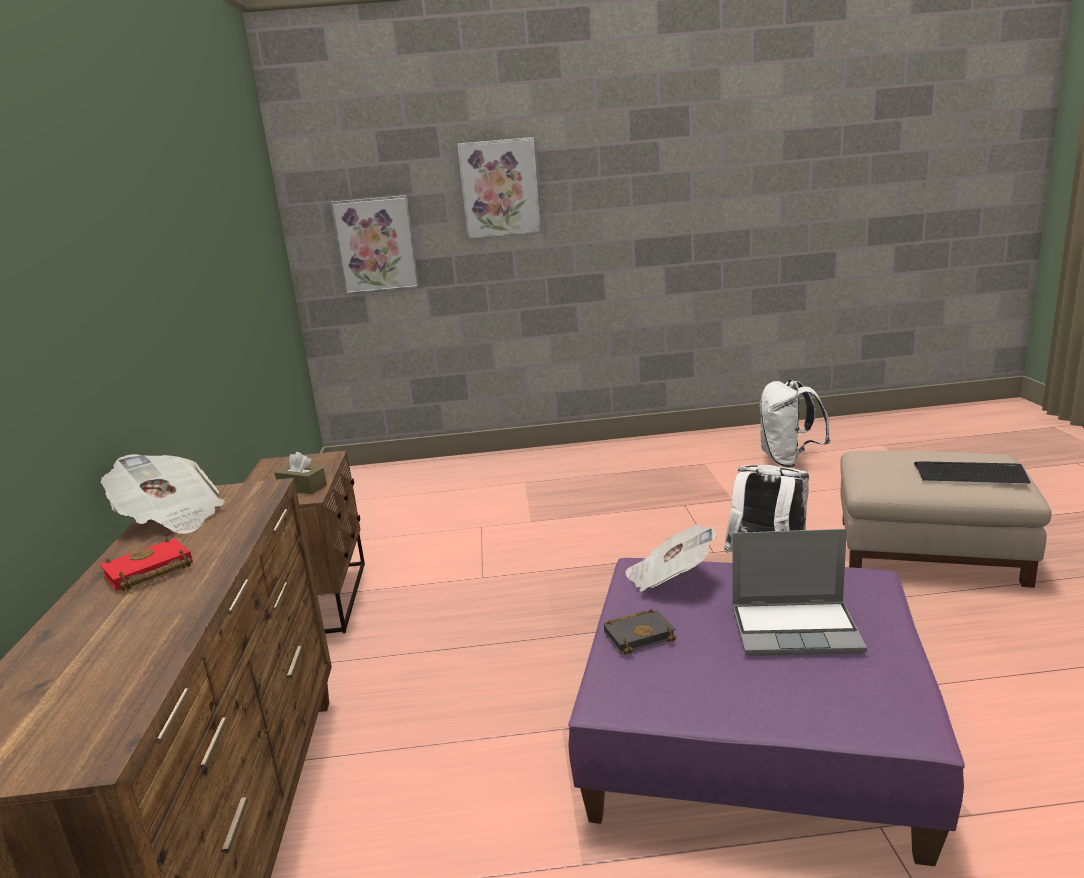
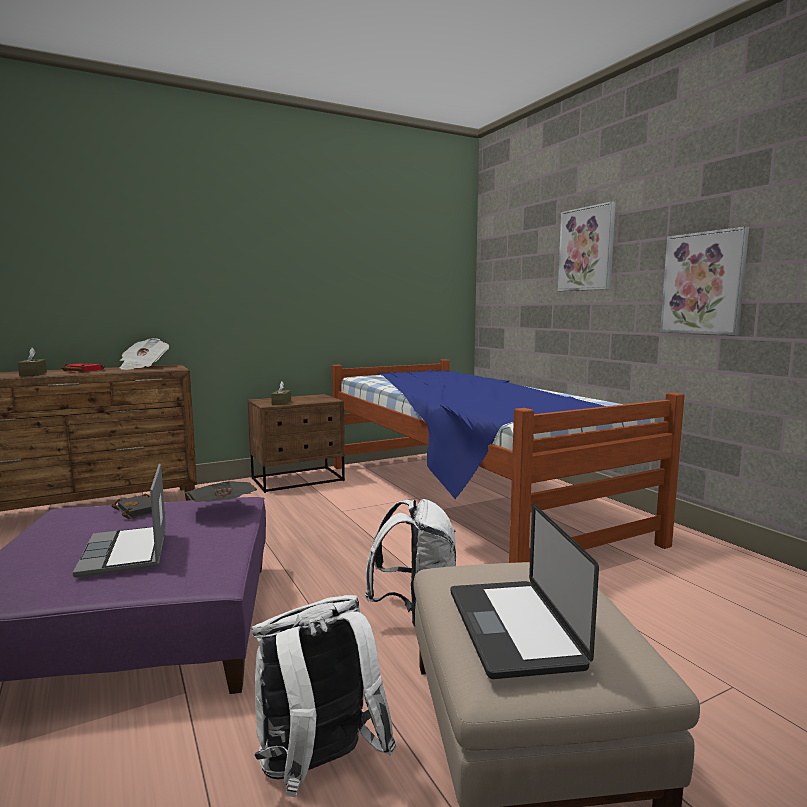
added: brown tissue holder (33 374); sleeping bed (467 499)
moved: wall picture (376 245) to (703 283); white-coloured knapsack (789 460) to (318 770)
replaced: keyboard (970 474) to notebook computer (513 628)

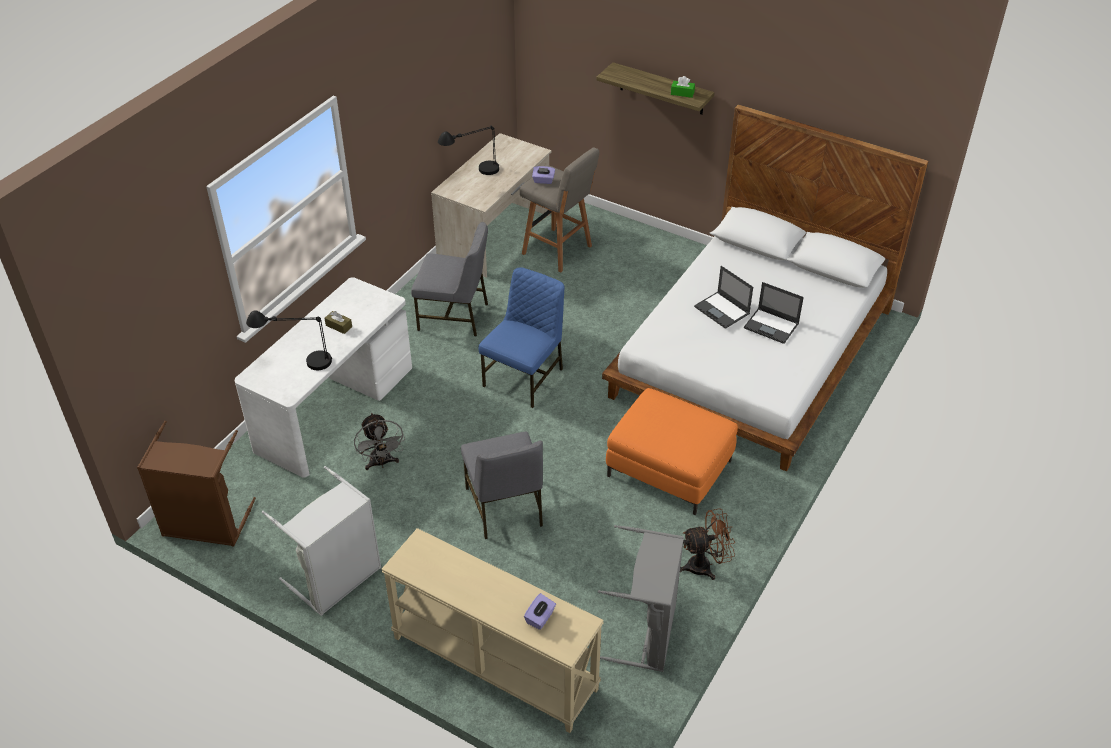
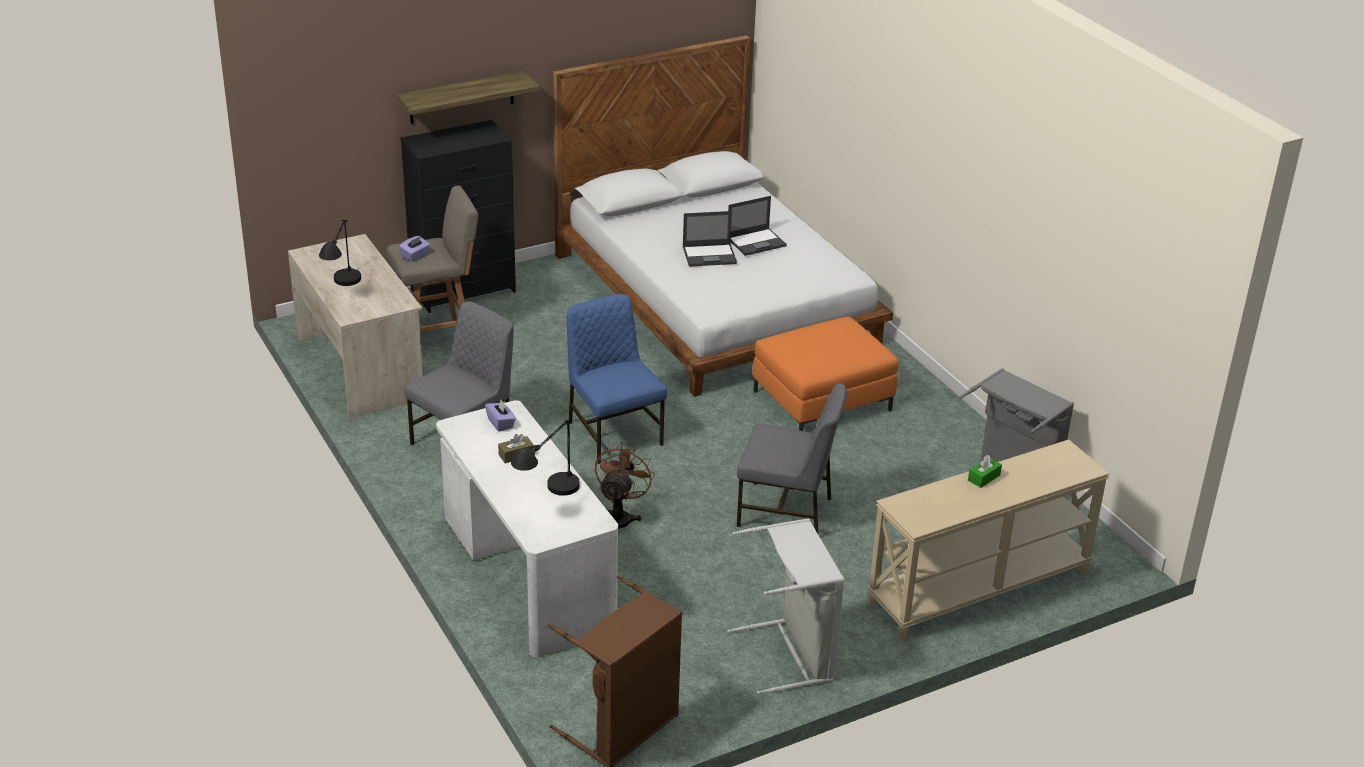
removed: grey electric fan (381 463)
added: blackish dresser (464 290)
moved: purple-coloured tissue holder (540 618) to (501 423); greenish tissue holder (682 93) to (984 478); brown electric fan (705 565) to (620 517)

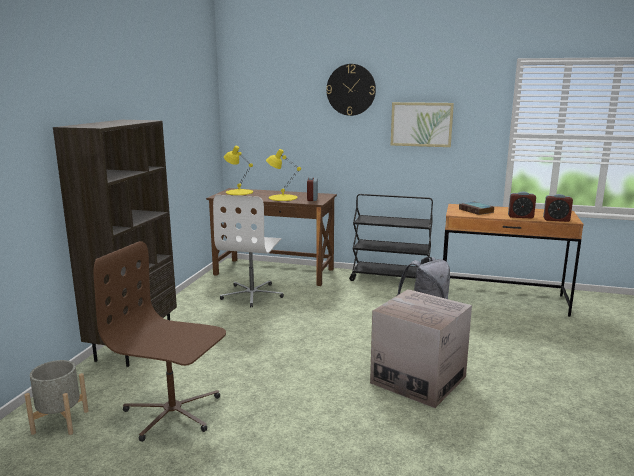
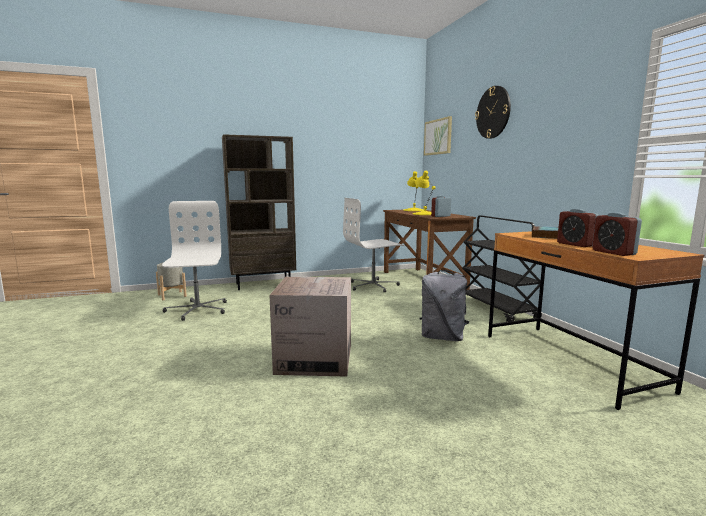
moved: wall picture (421 124) to (438 137)
recoloured: brown desk chair (172 413) to white-coloured desk chair (197 310)

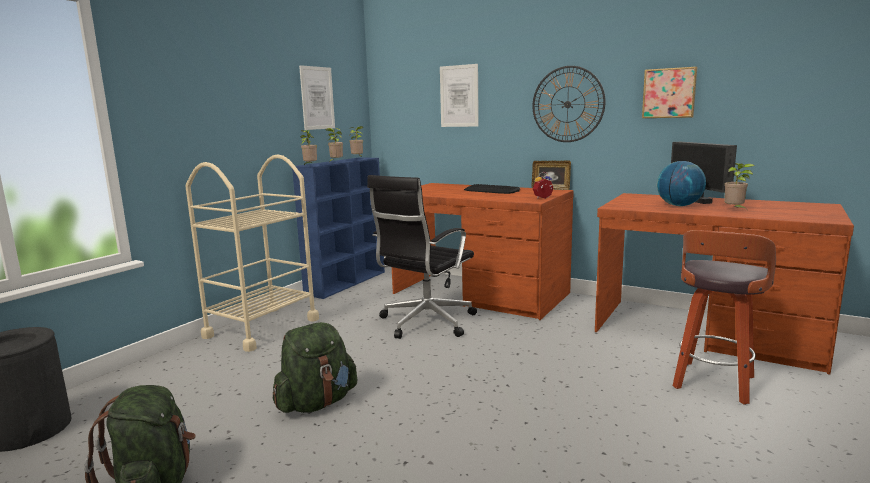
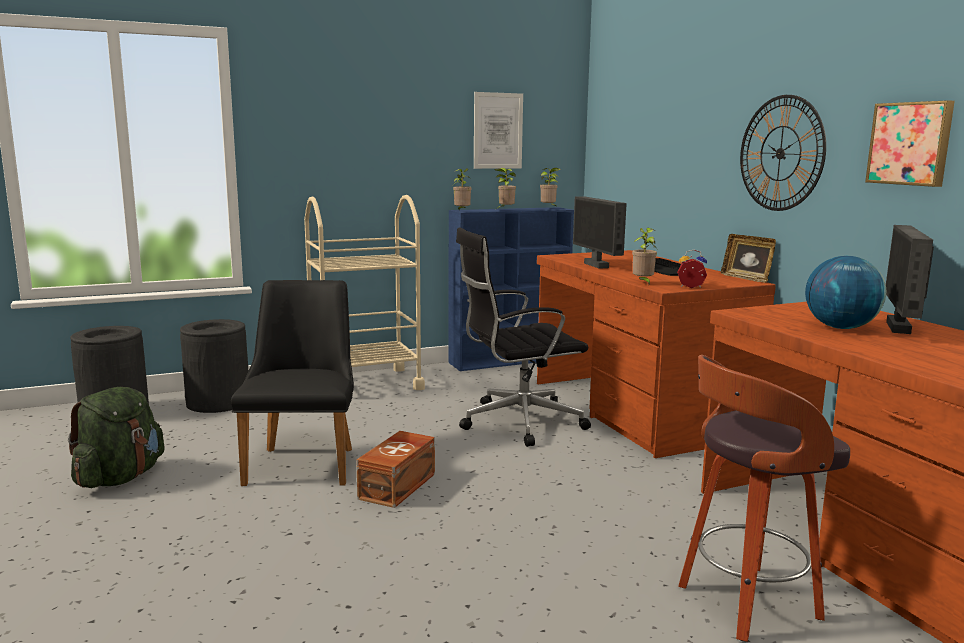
removed: wall picture (459 96)
added: blackish rubbish bin (218 402); brown storage bin (399 486); computer screen (597 265)
moved: houseplant (735 210) to (643 283)
replaced: greenish knapsack (317 403) to blackish upright chair (304 461)

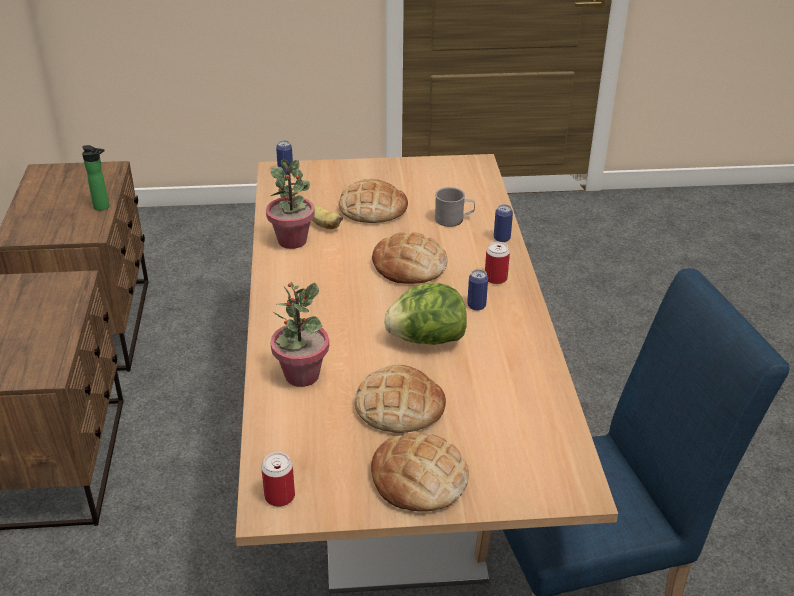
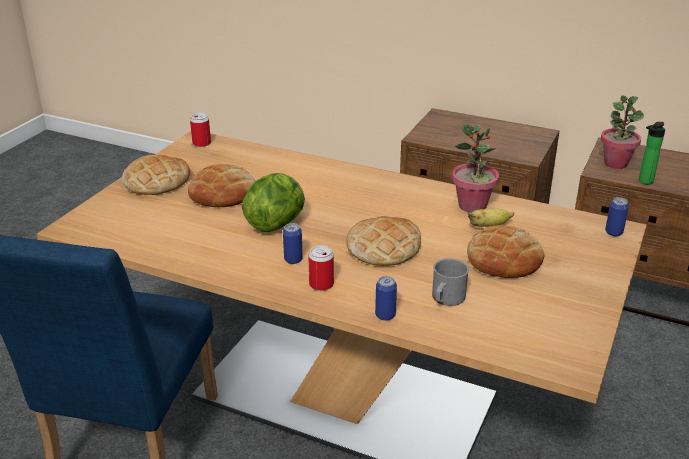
moved: houseplant (301 375) to (616 163)

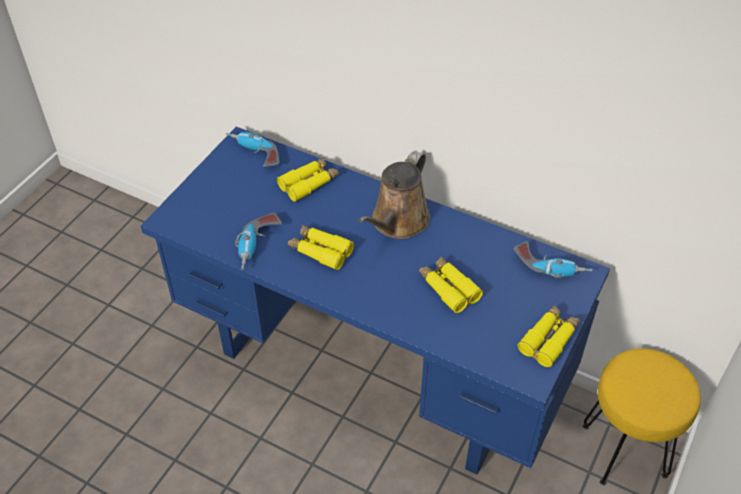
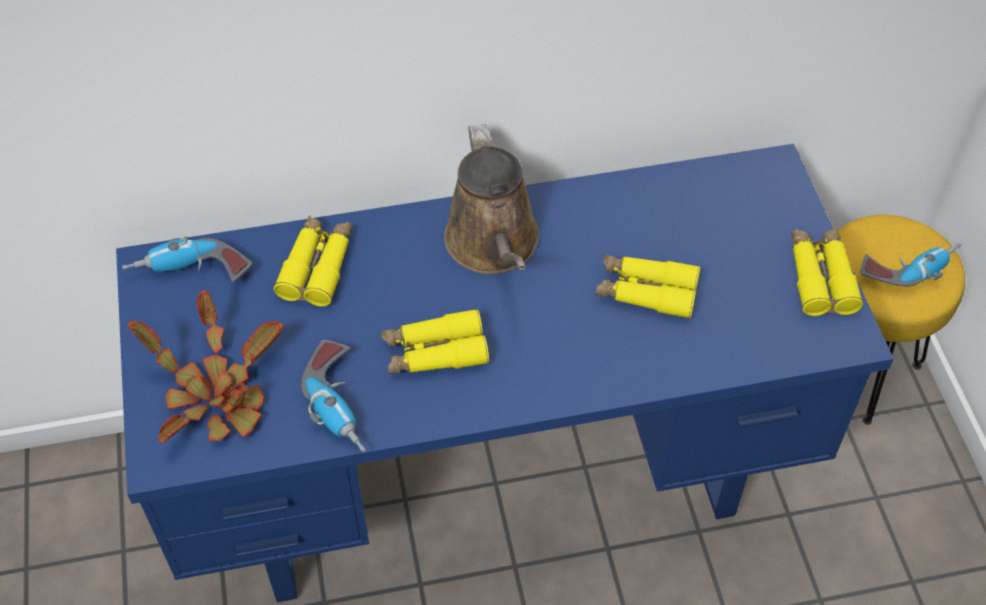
added: houseplant (216 394)
moved: drill (550 266) to (908 268)

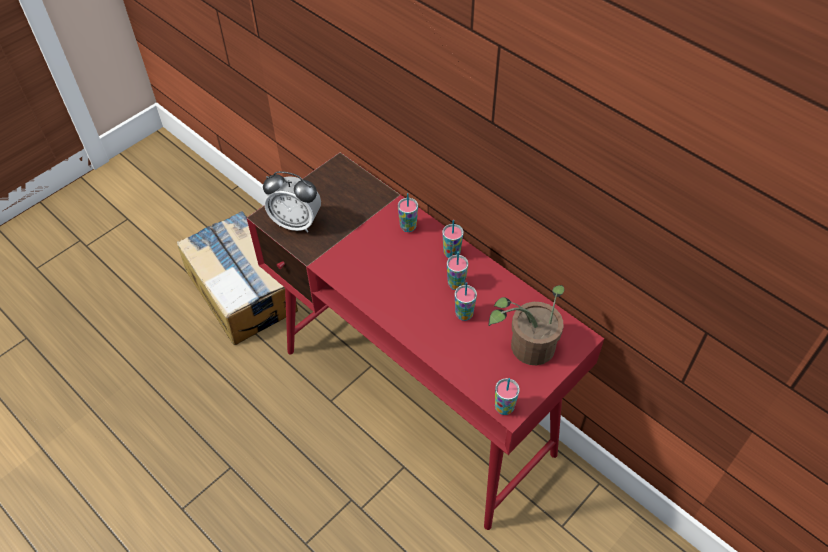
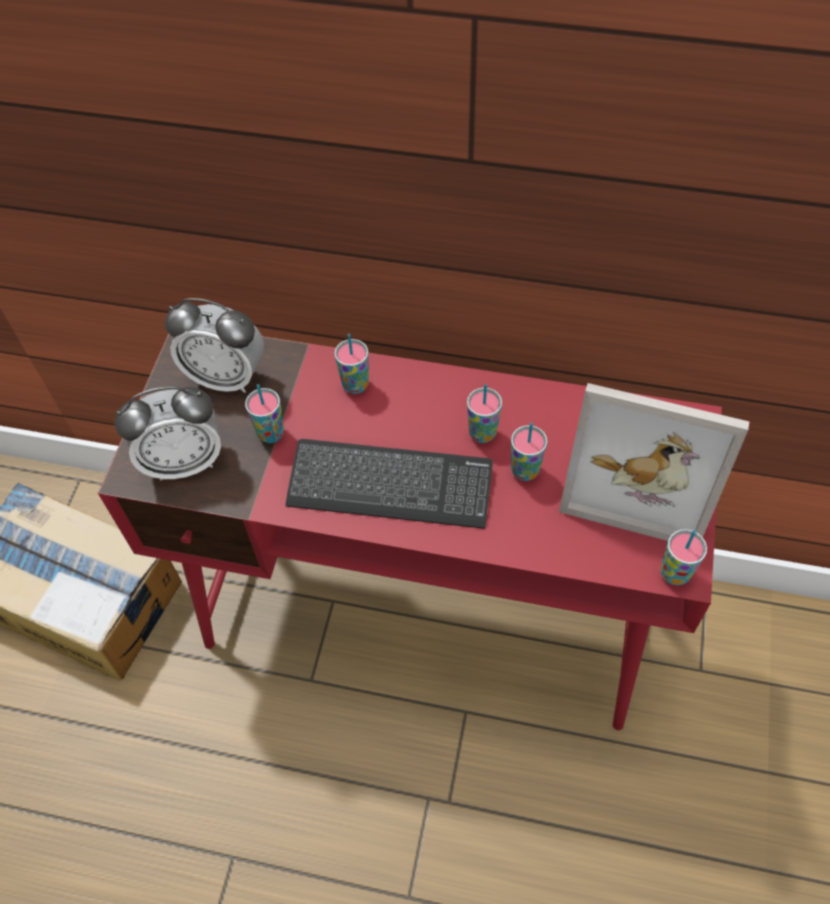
added: table clock (226 377); keyboard (390 486)
moved: cup (452 253) to (271 433)
replaced: houseplant (526 349) to photo frame (640 474)

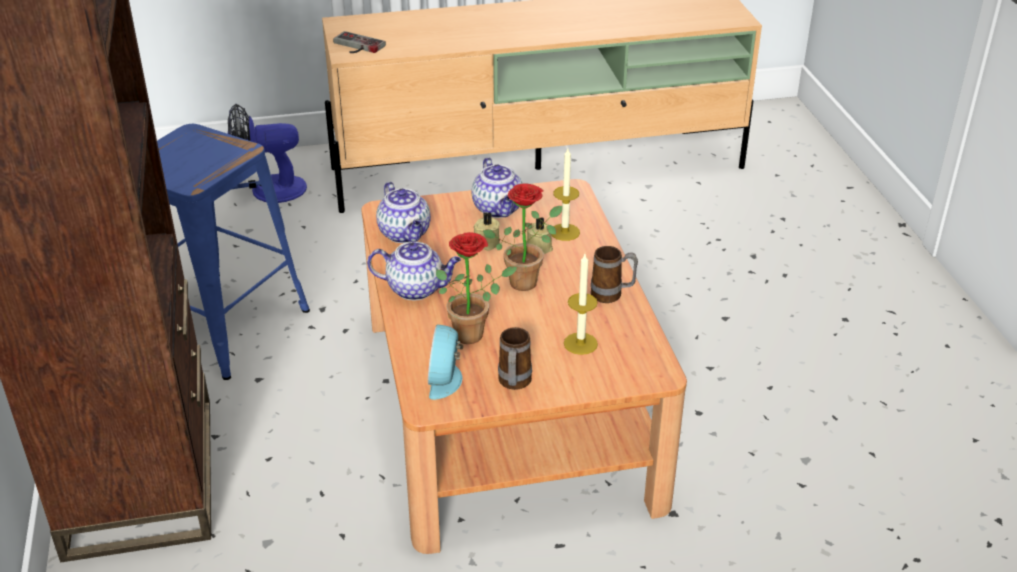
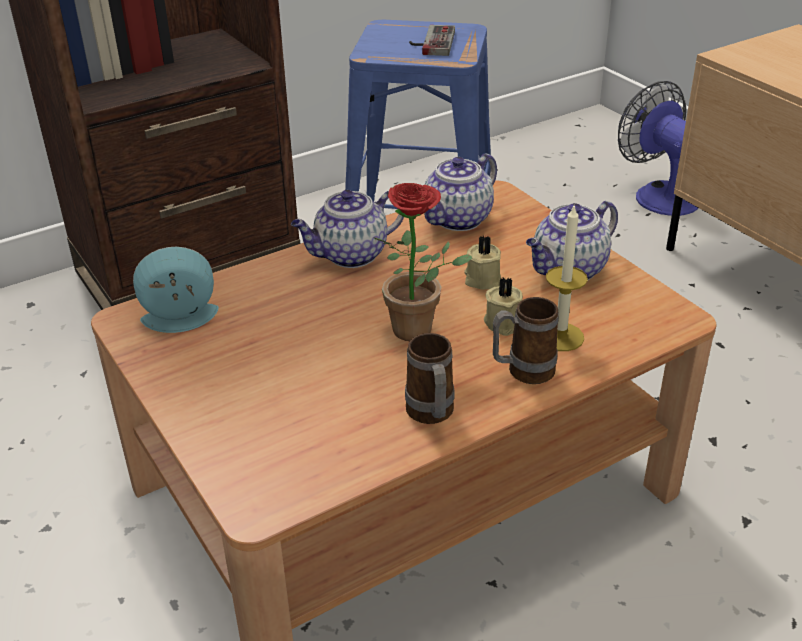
removed: houseplant (474 333); wax candle (580 343)
moved: game controller (356 46) to (430 42); coffee mug (513 384) to (522 372)
turned: teapot (416 289) = (350 255) 75 degrees clockwise

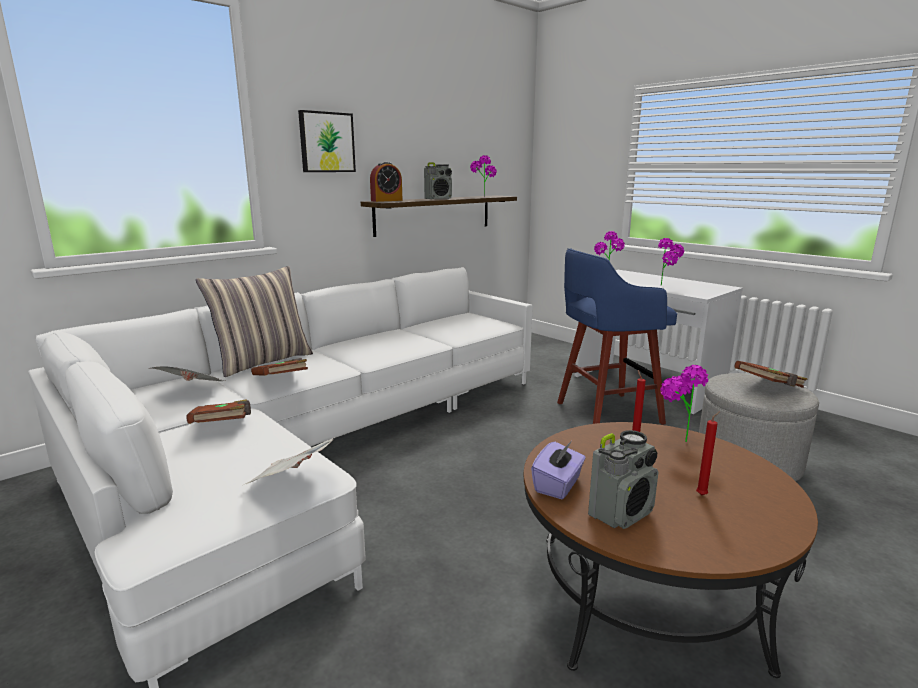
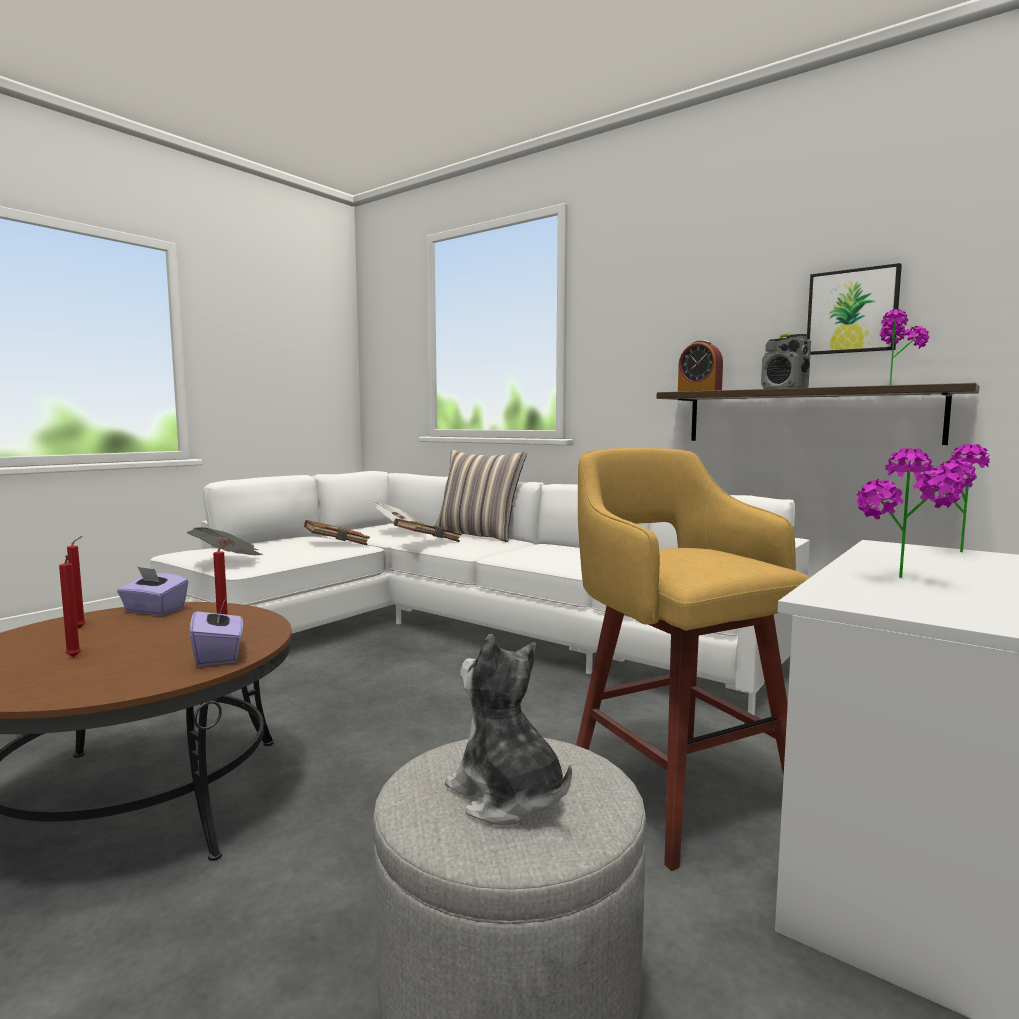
moved: wall picture (326 142) to (852 311)
replaced: radio set (621 513) to red-coloured wax candle (81 627); houseplant (674 439) to purple-coloured tissue holder (219 655); brown bound book (769 387) to soft toy (507 796)
recoloured: blue-coloured stool seat (605 413) to yellowish stool seat (675 794)

